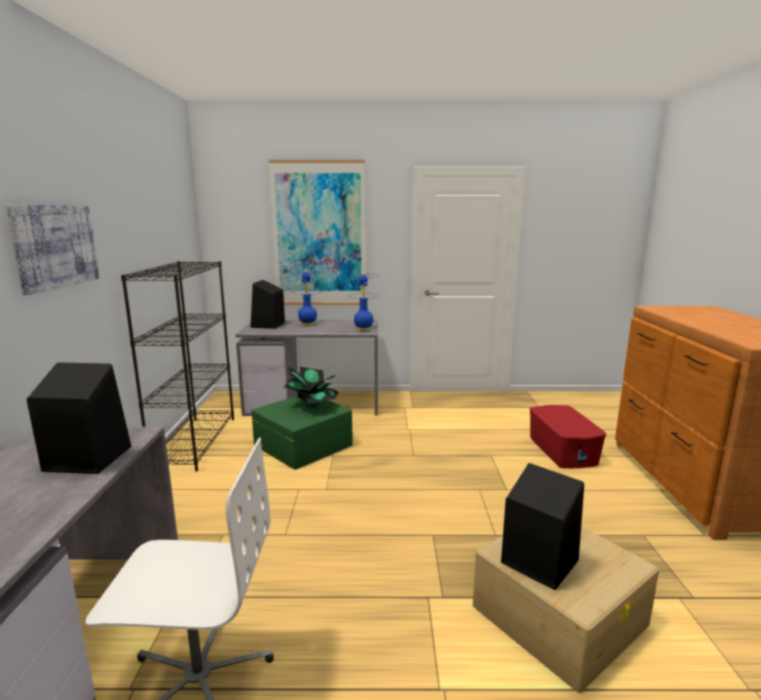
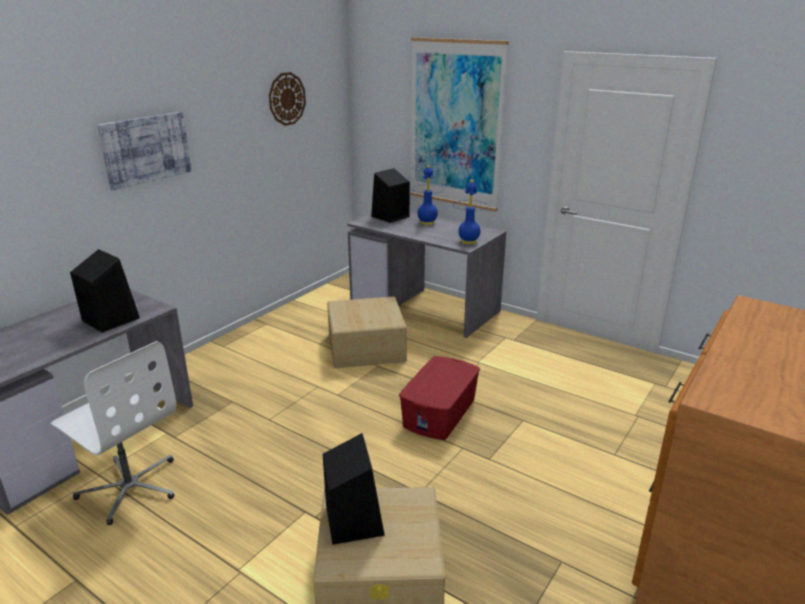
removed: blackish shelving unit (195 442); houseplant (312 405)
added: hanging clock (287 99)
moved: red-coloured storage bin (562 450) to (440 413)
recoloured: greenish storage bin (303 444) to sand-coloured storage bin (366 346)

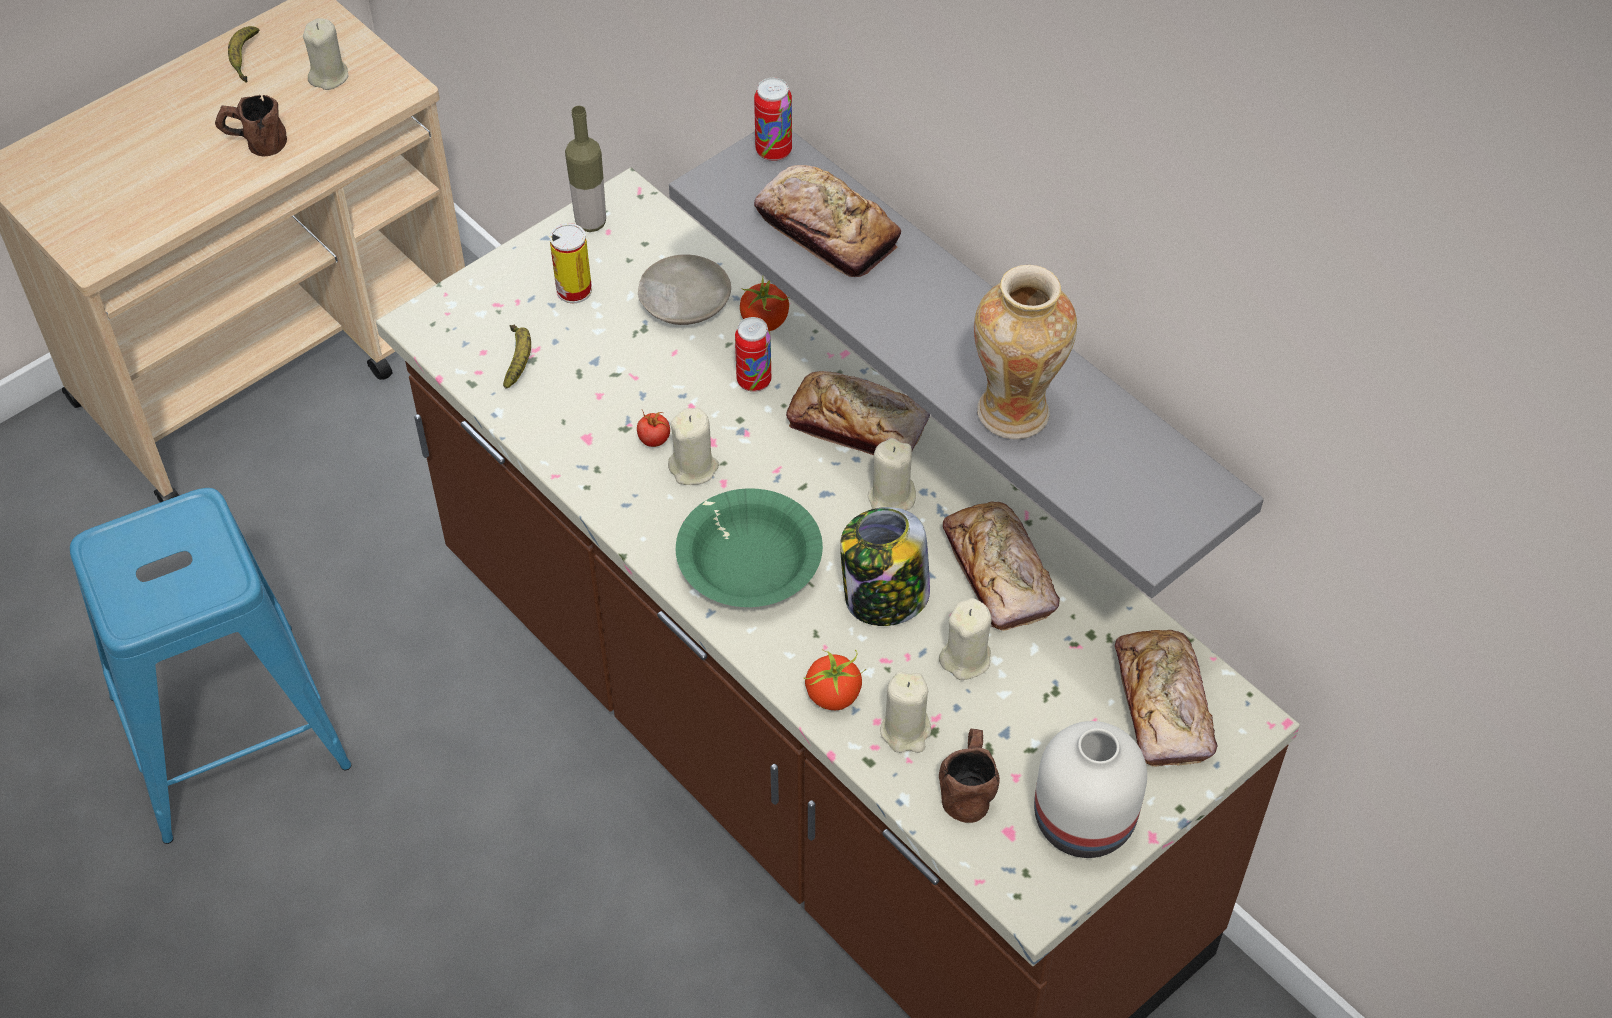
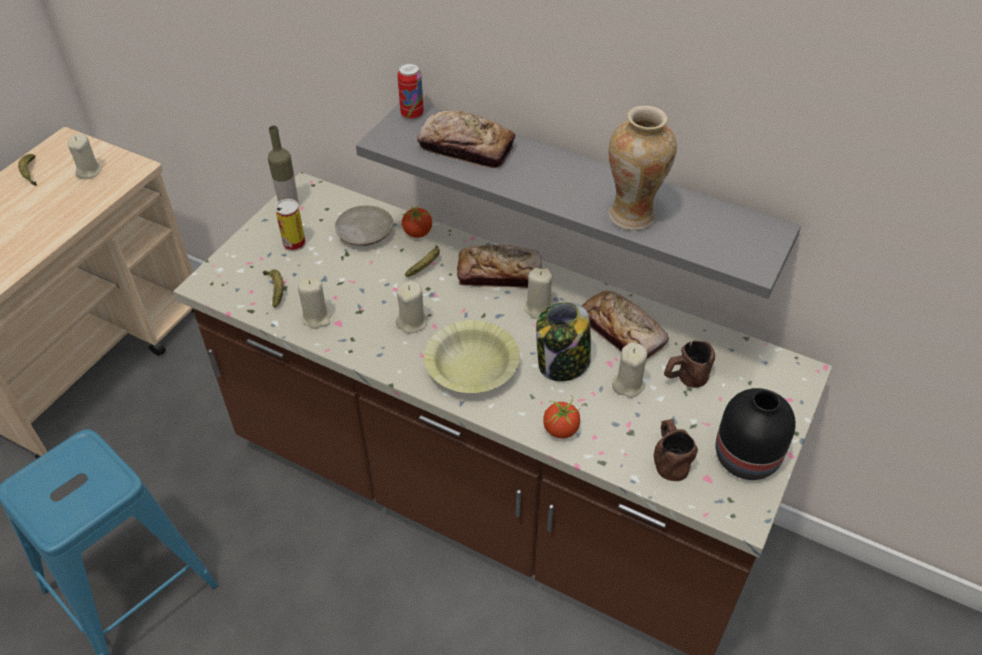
removed: tomato (654 440); bread (1162 706)
moved: brown coffee mug (254 144) to (684 379); sand-coloured wax candle (905 731) to (316 317)
replaced: sealed can (754 381) to banana fruit (426 265)
recoloured: greenish serving bowl (749 562) to yellowish serving bowl (472 366); white-coloured flower vase (1083 823) to blackish flower vase (747 459)

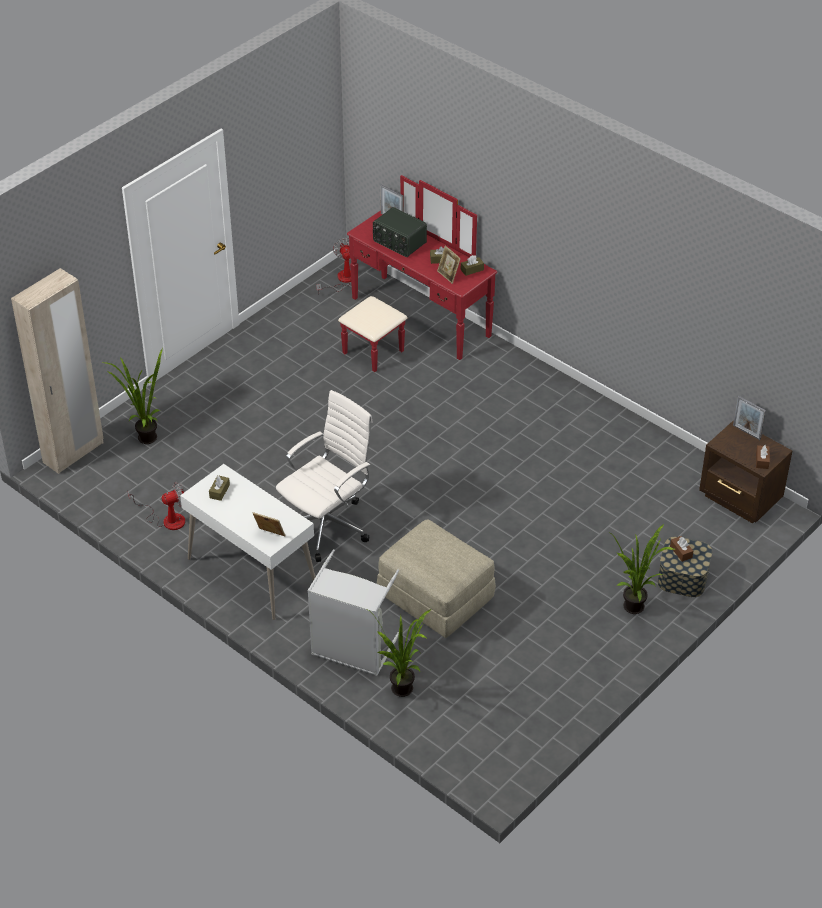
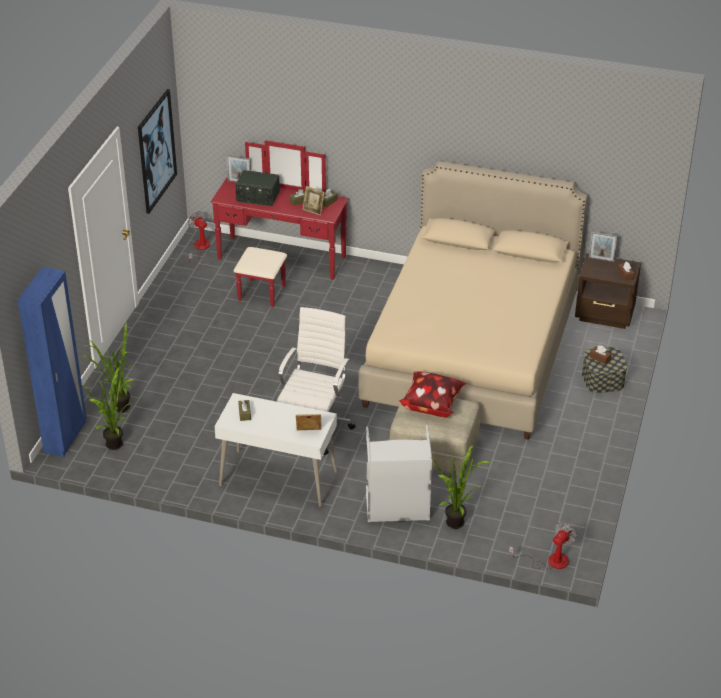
added: wall picture (156 151); sand-coloured sleeping bed (472 350); cushion (431 404)
moved: electric fan (167 519) to (550 561); houseplant (636 611) to (117 447)
recoloured: sand-coloured armoire (74 453) to blue-coloured armoire (66 437)

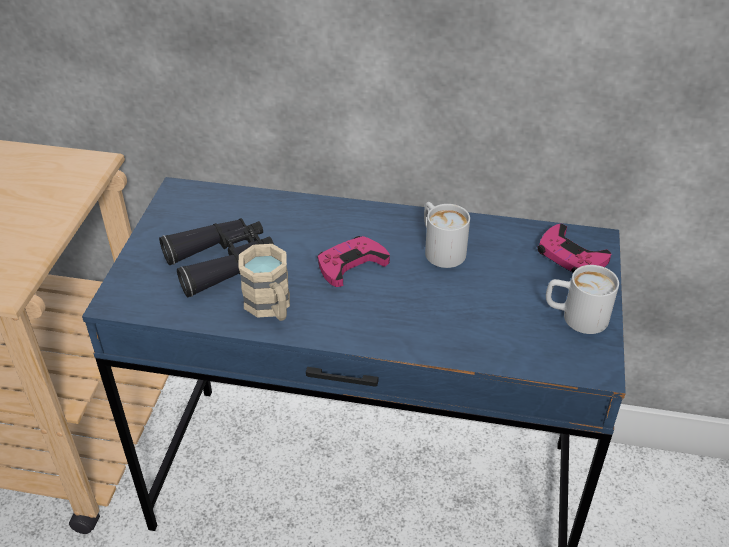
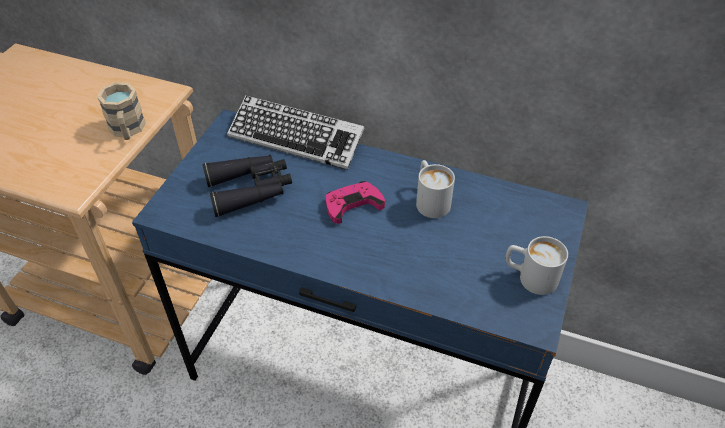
removed: pink-coloured game controller (570 256)
added: keyboard (296 138)
moved: sand-coloured coffee mug (271 307) to (127 131)

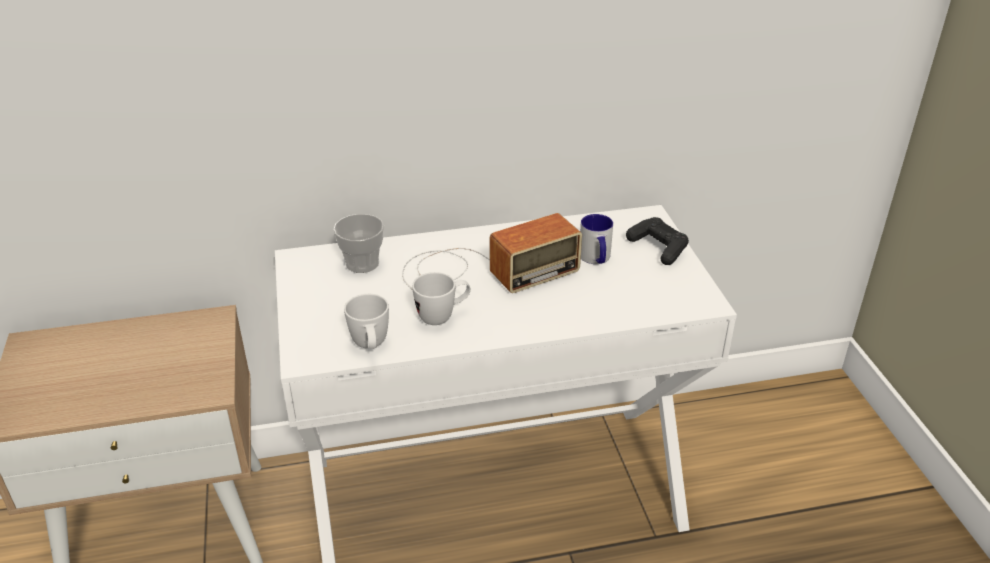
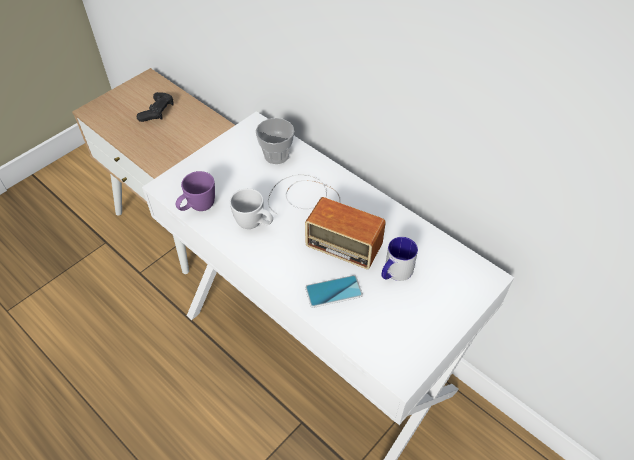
added: telephone (333 292)
moved: blackish game controller (658 248) to (157 112)
recoloured: white-coloured coffee mug (371 346) to purple-coloured coffee mug (198 208)

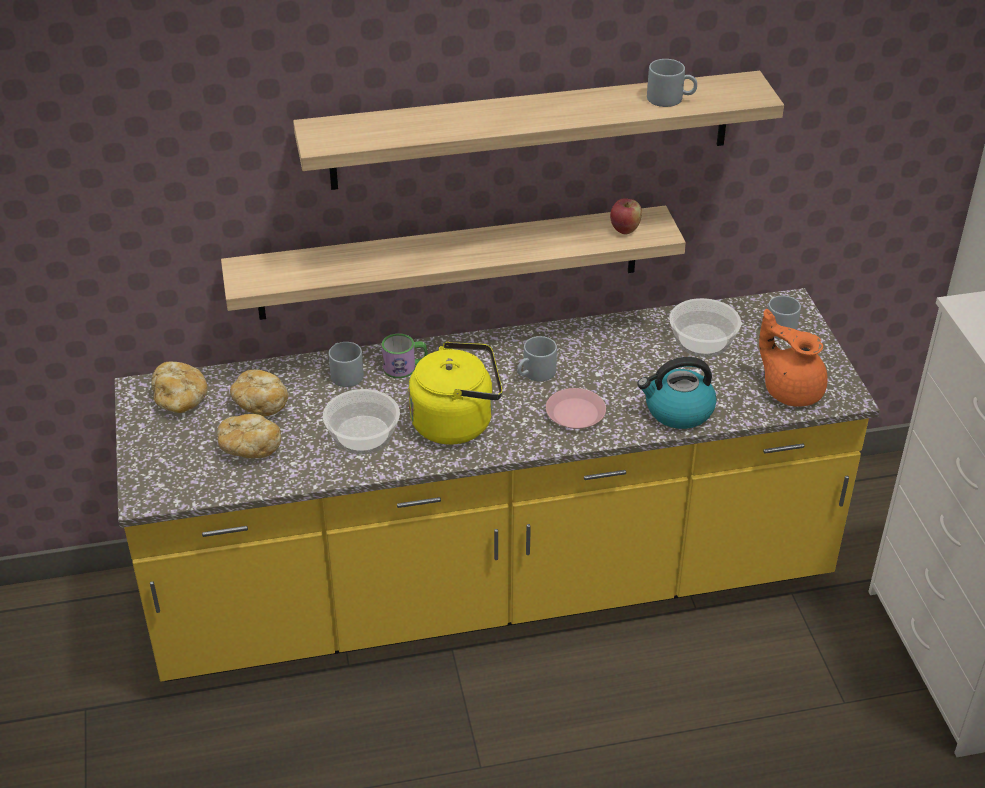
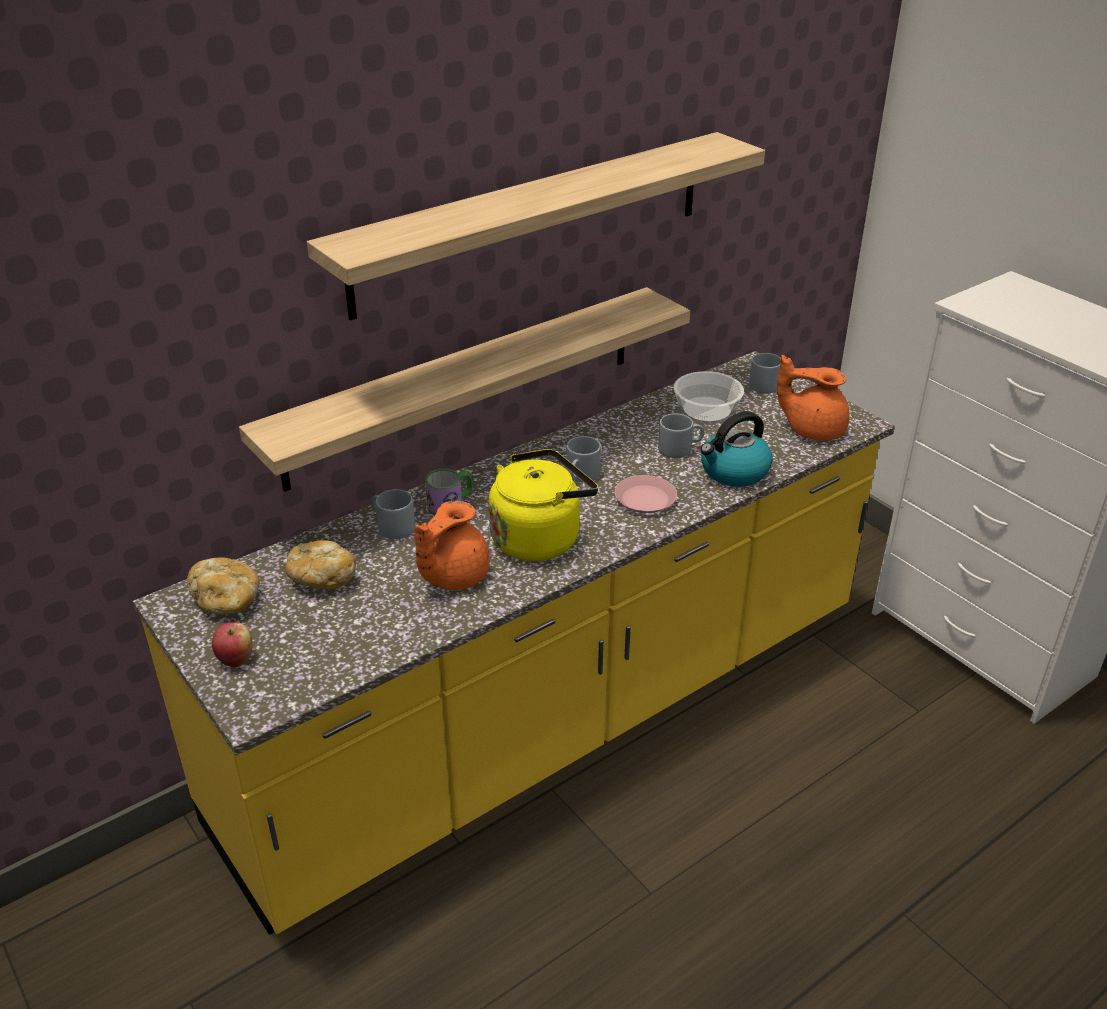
removed: bread (249 448)
moved: apple fruit (624 229) to (235 659); grey coffee mug (671 98) to (680 448)
replaced: serving bowl (362 434) to orange teapot (452 576)

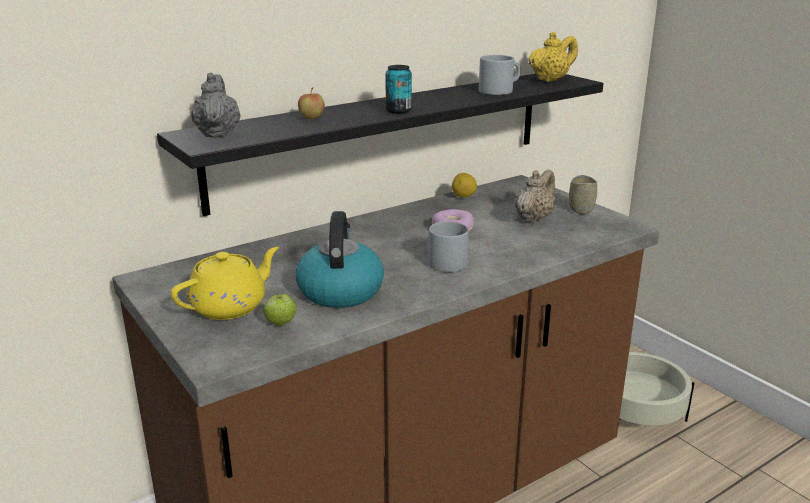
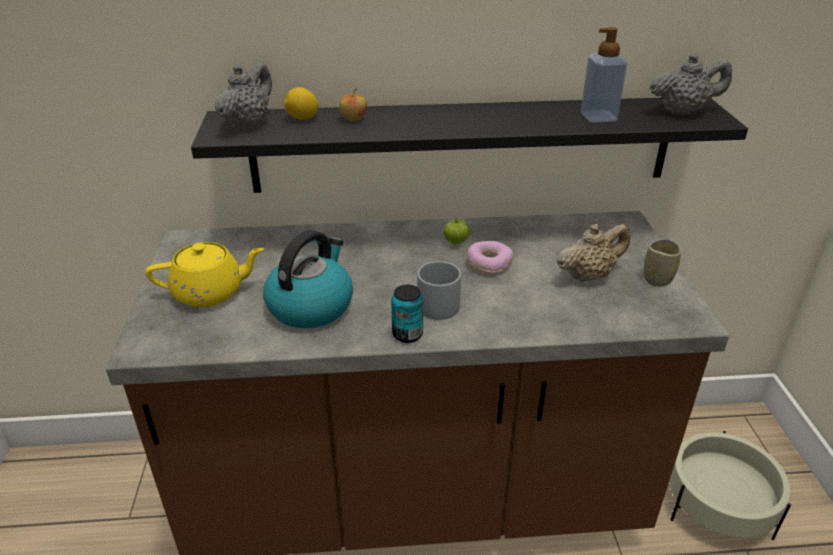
moved: apple fruit (281 323) to (455 242); sealed can (398 111) to (407 334); lemon (464 197) to (302 119)
replaced: grey coffee mug (500 90) to soap bottle (598 117)
recoloured: yellowish teapot (551 80) to grey teapot (683 111)

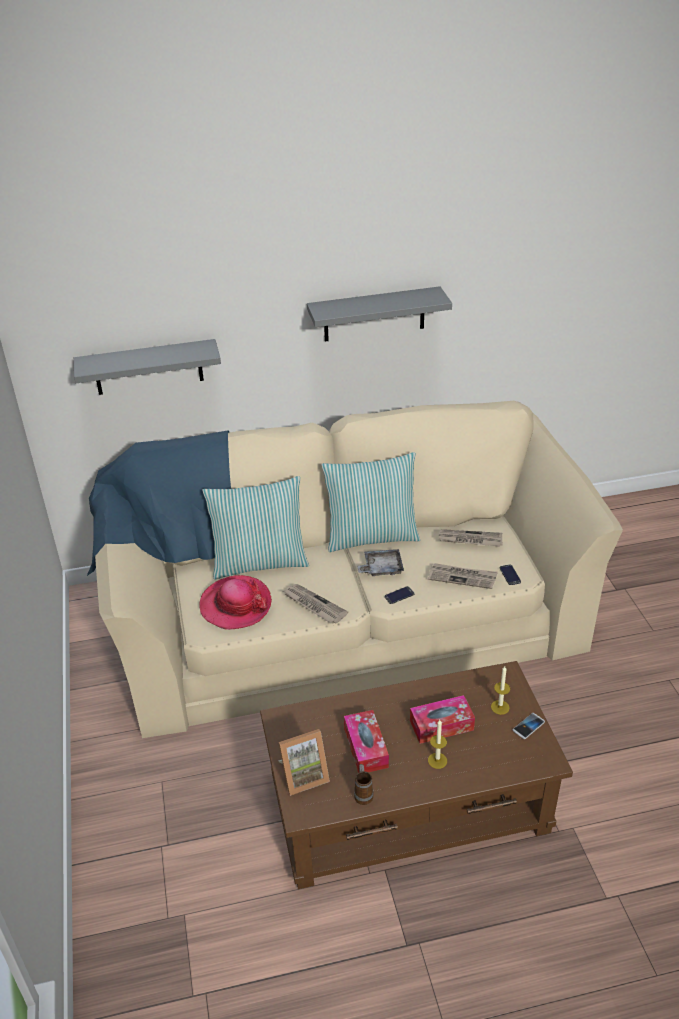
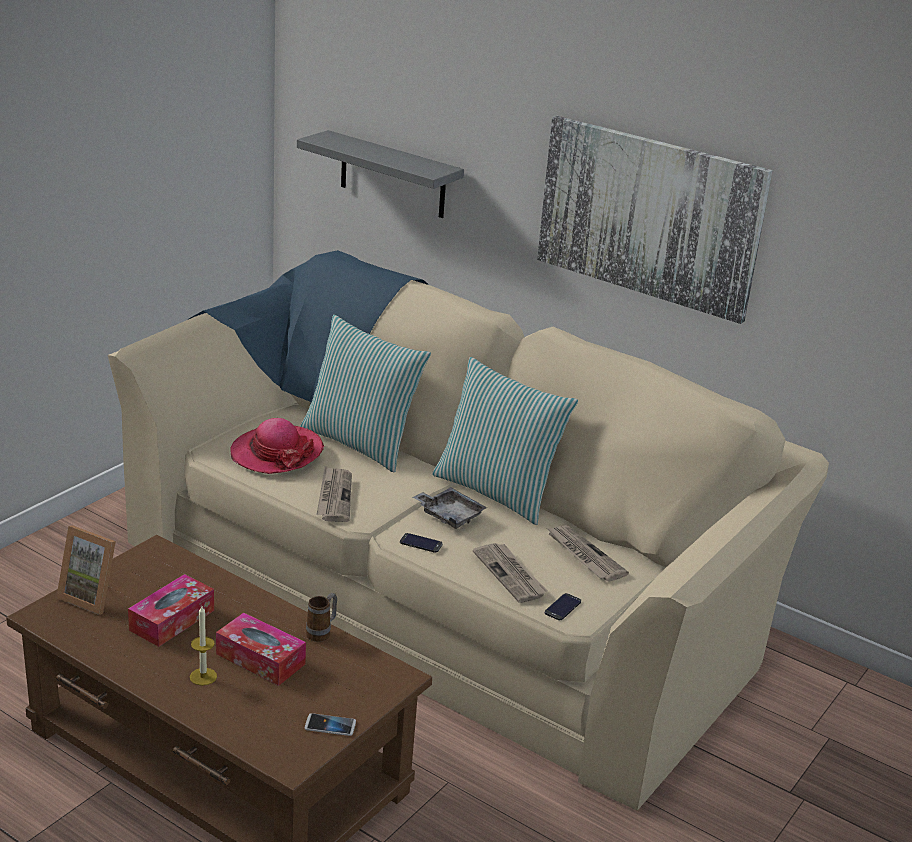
removed: wax candle (500 707)
moved: coffee mug (363 793) to (322 632)
replaced: grey wall shelf (374 314) to wall picture (649 216)

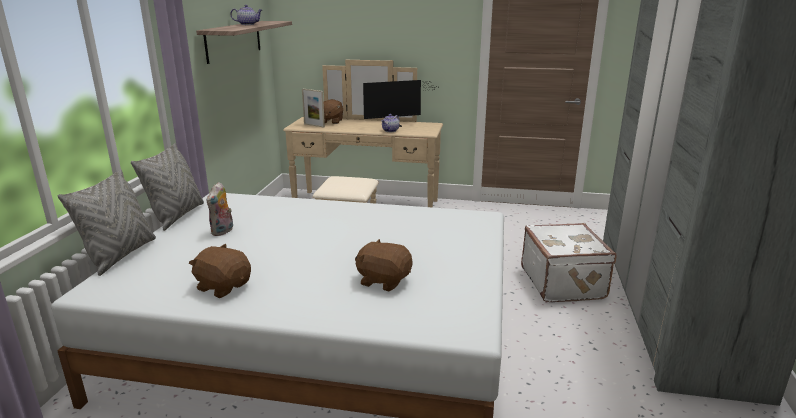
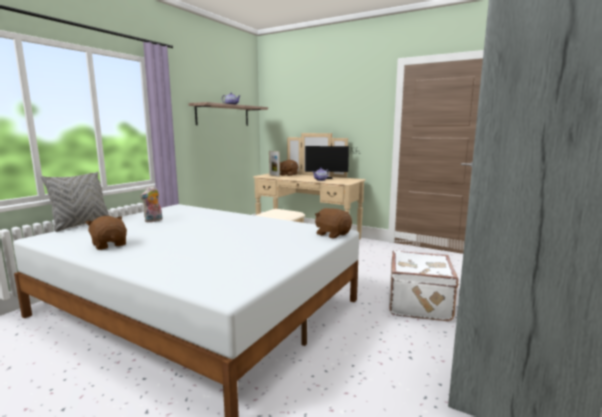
removed: grey cushion (177 216)
moved: brown soft toy (384 280) to (332 234)

